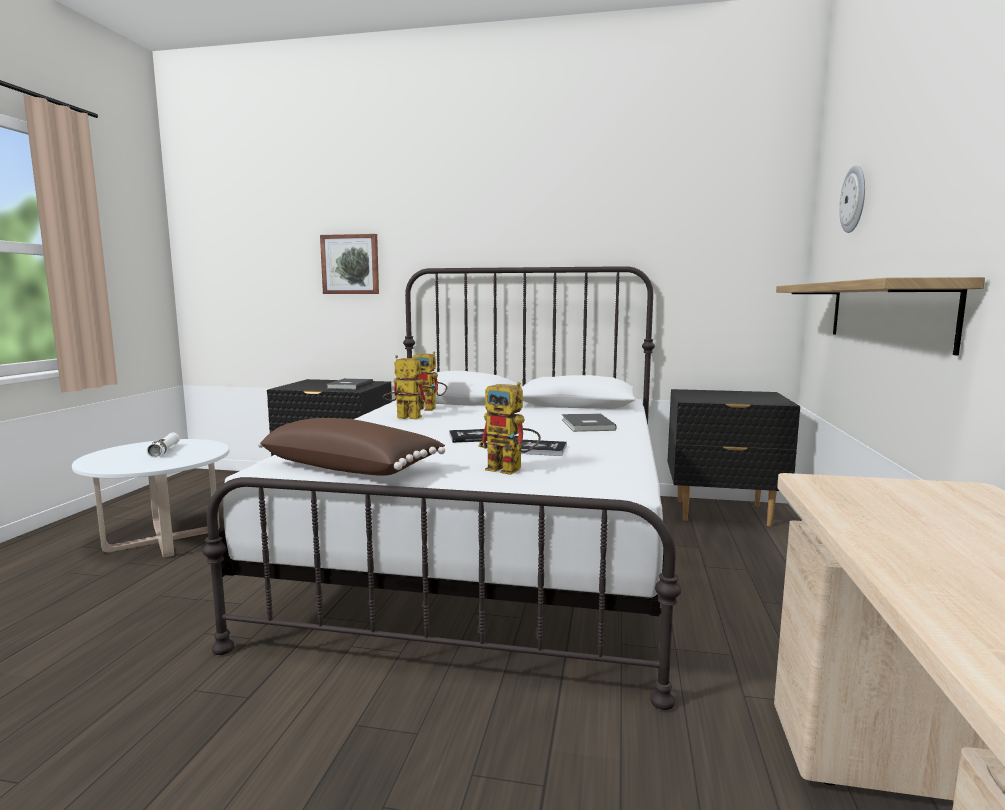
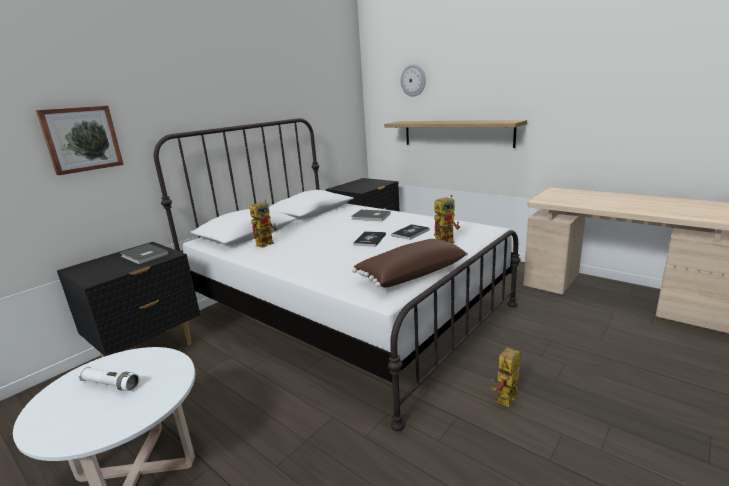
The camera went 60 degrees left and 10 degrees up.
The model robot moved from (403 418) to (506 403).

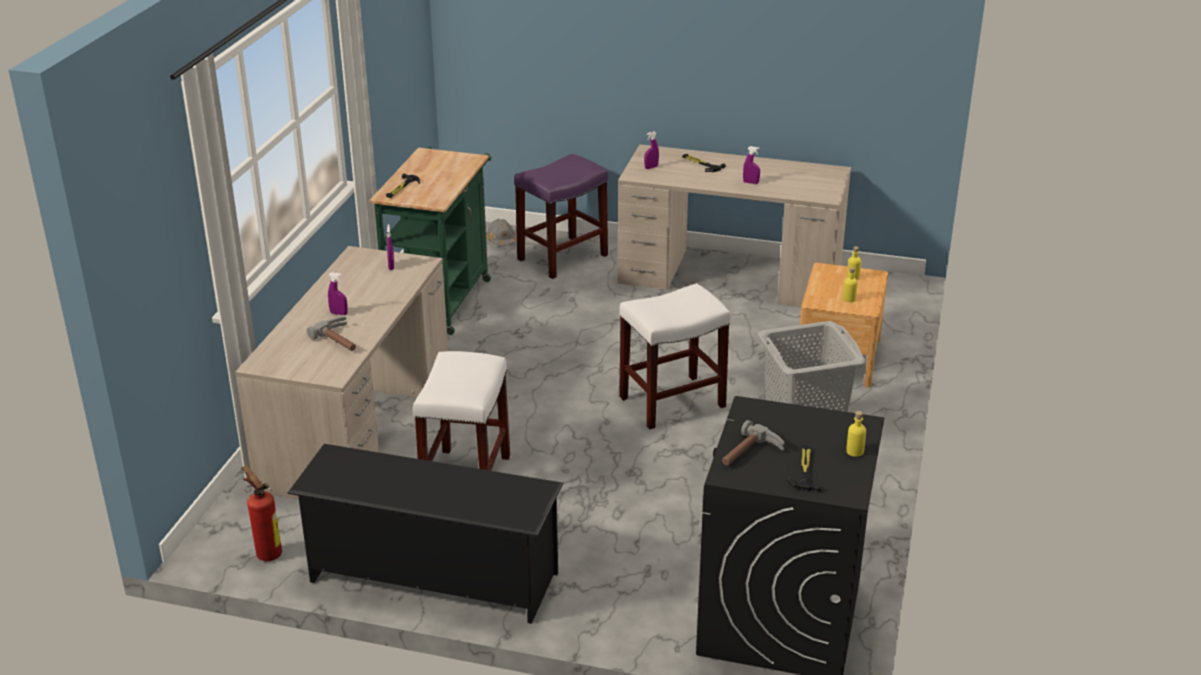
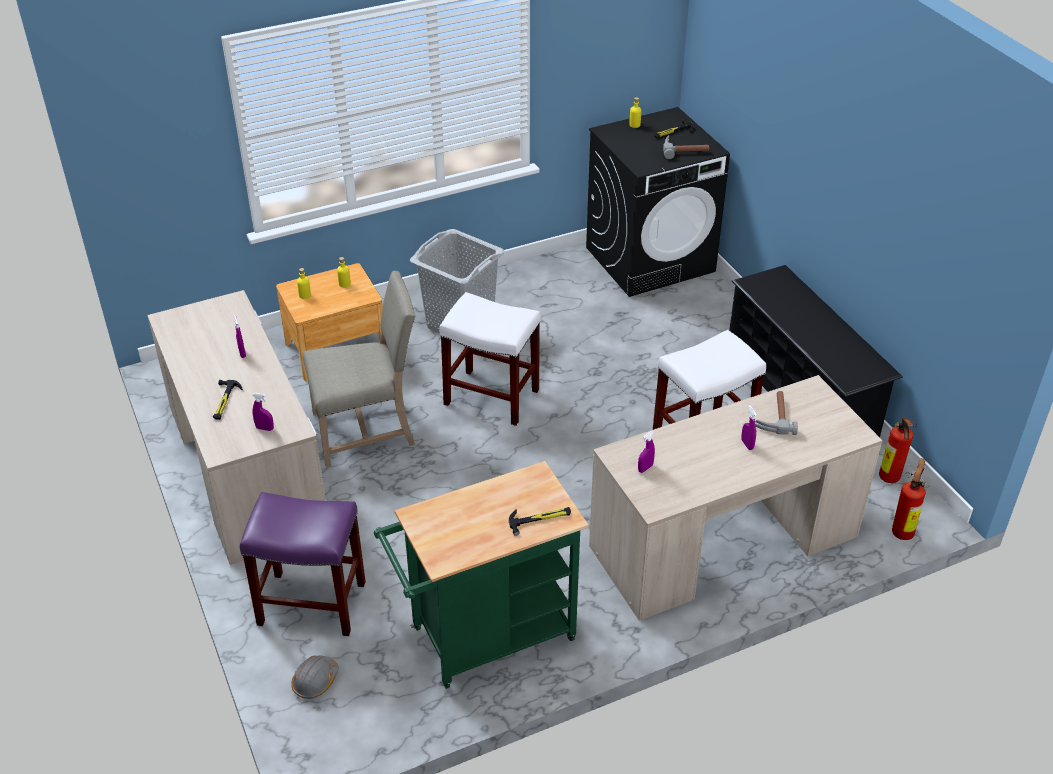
The camera went 130 degrees left and 10 degrees up.
The plain chair (beige-coloured) at (367 430) appeared.
The extinguisher at (903 531) appeared.

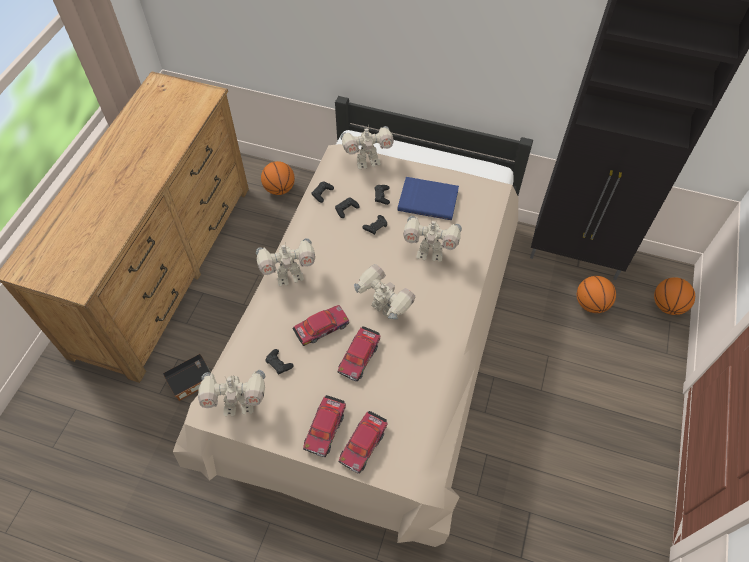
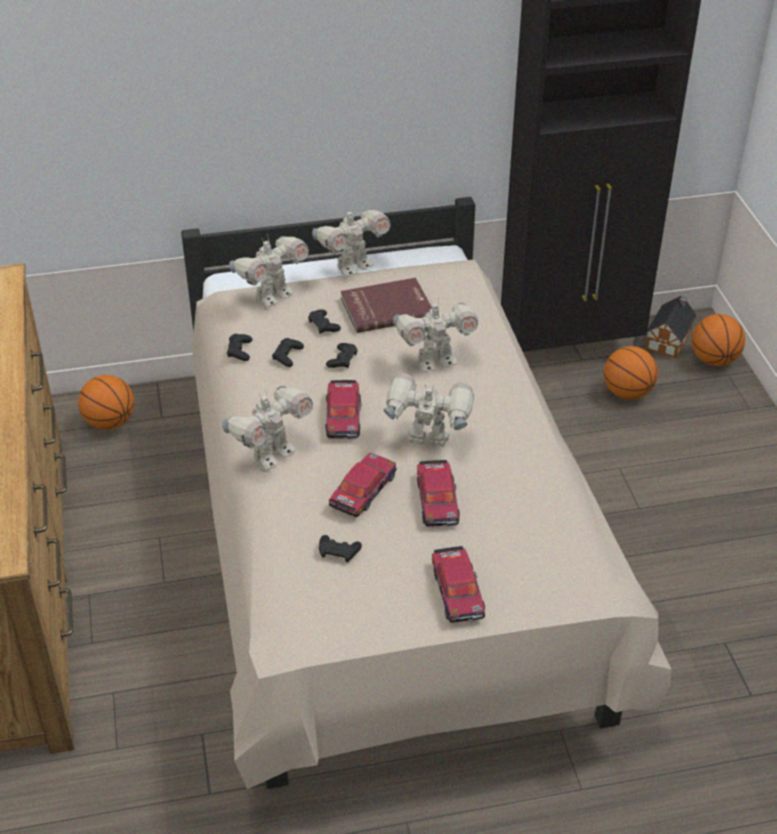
The camera went 30 degrees left and 15 degrees down.
The miniature house moved from (193 381) to (669 339).
The model robot moved from (239 405) to (352 267).
The model car moved from (363 444) to (343 416).
The book (blue-coloured) at (428 199) became the book (red-coloured) at (386 307).

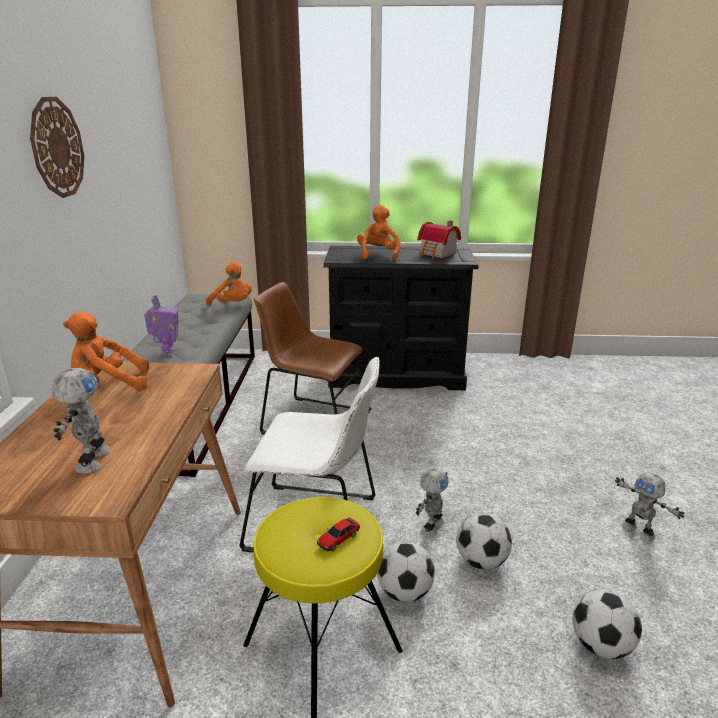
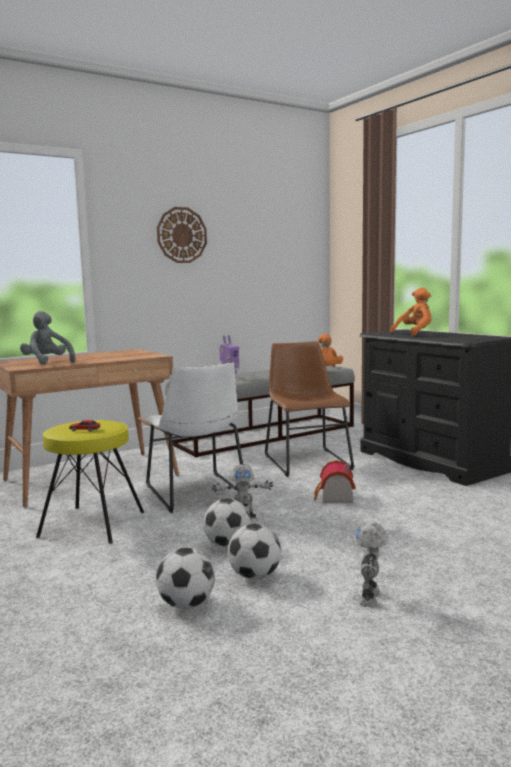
The camera went 55 degrees right and 15 degrees down.
The model robot at (91 460) was replaced by the cuddly toy (grey) at (47 363).
The cuddly toy (orange) at (109 386) disappeared.
The football ball moved from (404 592) to (255 576).
The miniature house moved from (437 254) to (334 497).

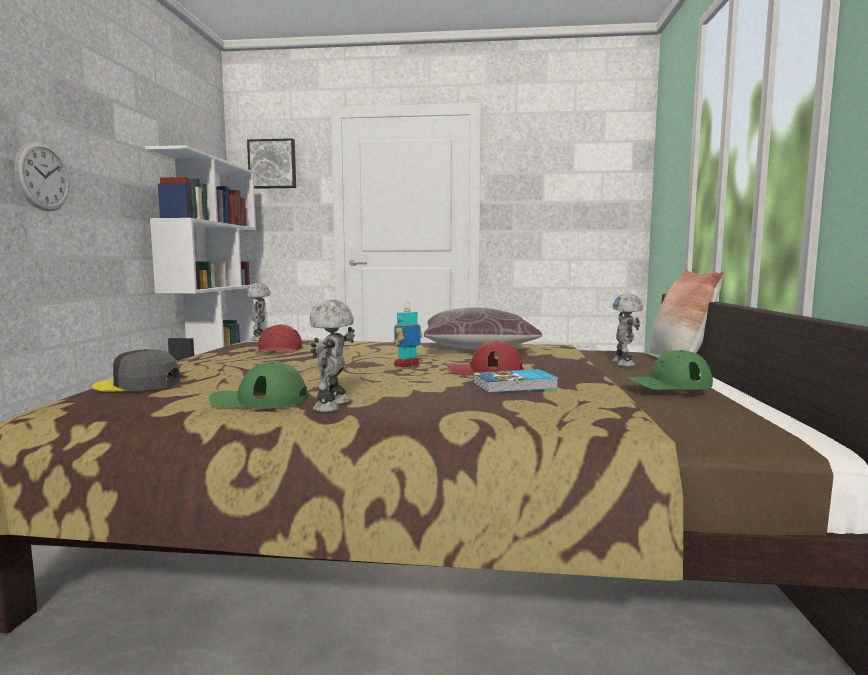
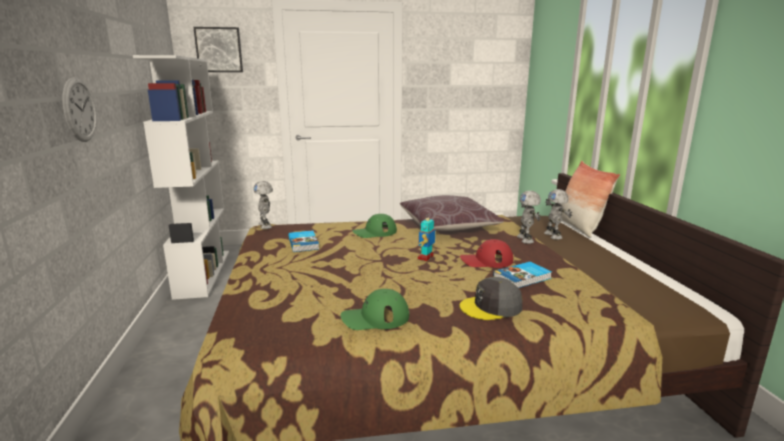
The camera went 15 degrees left and 10 degrees up.
The cap (grey) moved from (138 384) to (491 307).
The cap (red-coloured) at (278 350) was replaced by the book at (304 243).
The model robot moved from (334 406) to (526 239).
The cap (green-coloured) moved from (668 384) to (374 232).

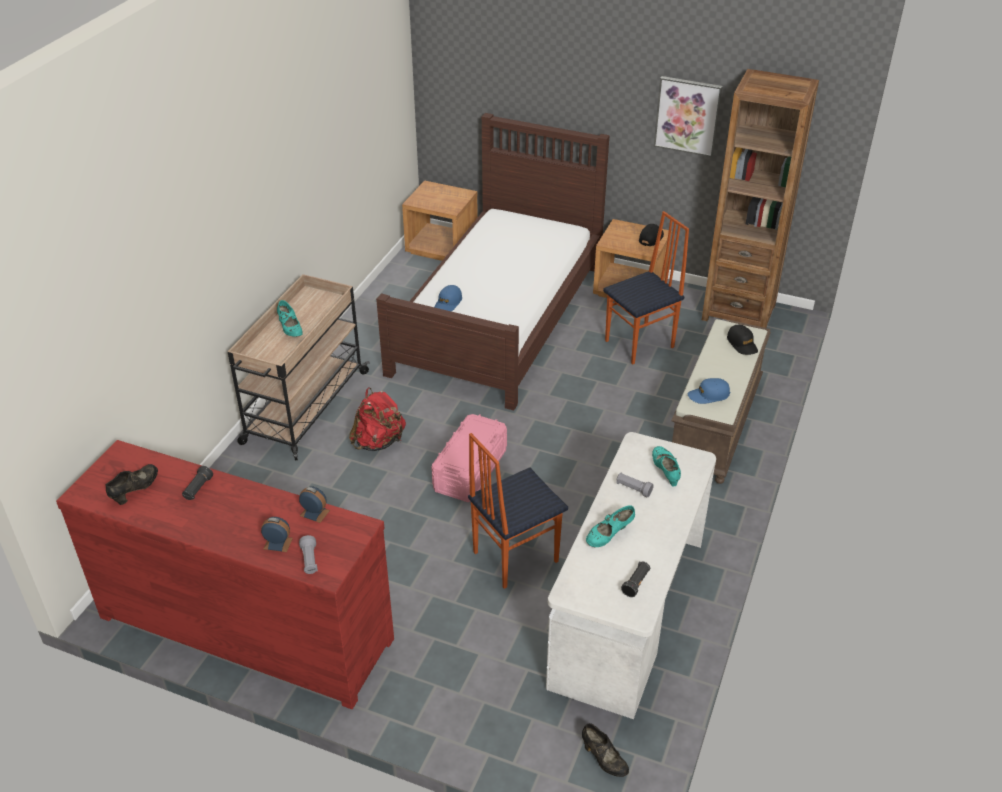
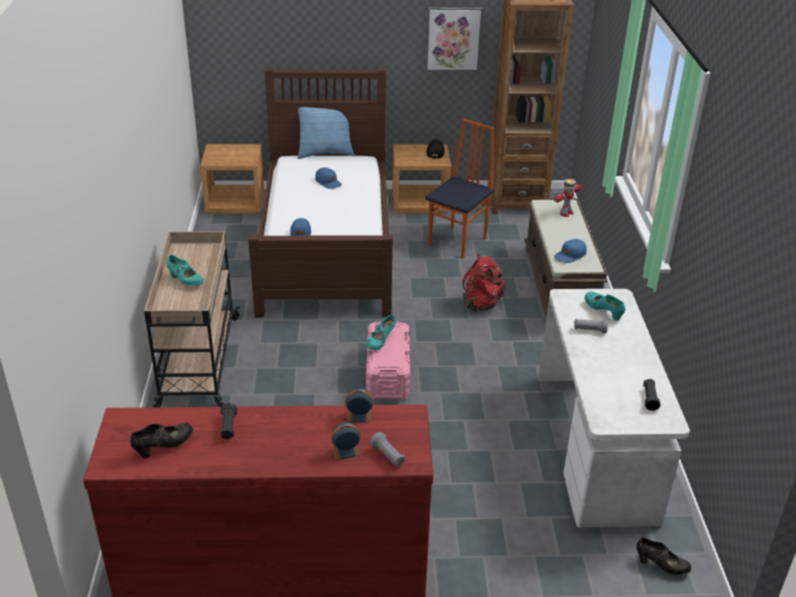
The camera went 25 degrees left and 5 degrees down.
The low shoe (blackish) at (135 490) turned 45 degrees clockwise.
The rucksack (red-coloured) moved from (378 442) to (481 304).
The plain chair at (514 556) disappeared.
The low shoe (turquoise) moved from (609 536) to (381 342).
The cap (blackish) at (742 344) was replaced by the model robot at (565 213).
The throw pillow at (325 153) appeared.
The cap (blue-coloured) at (328 182) appeared.

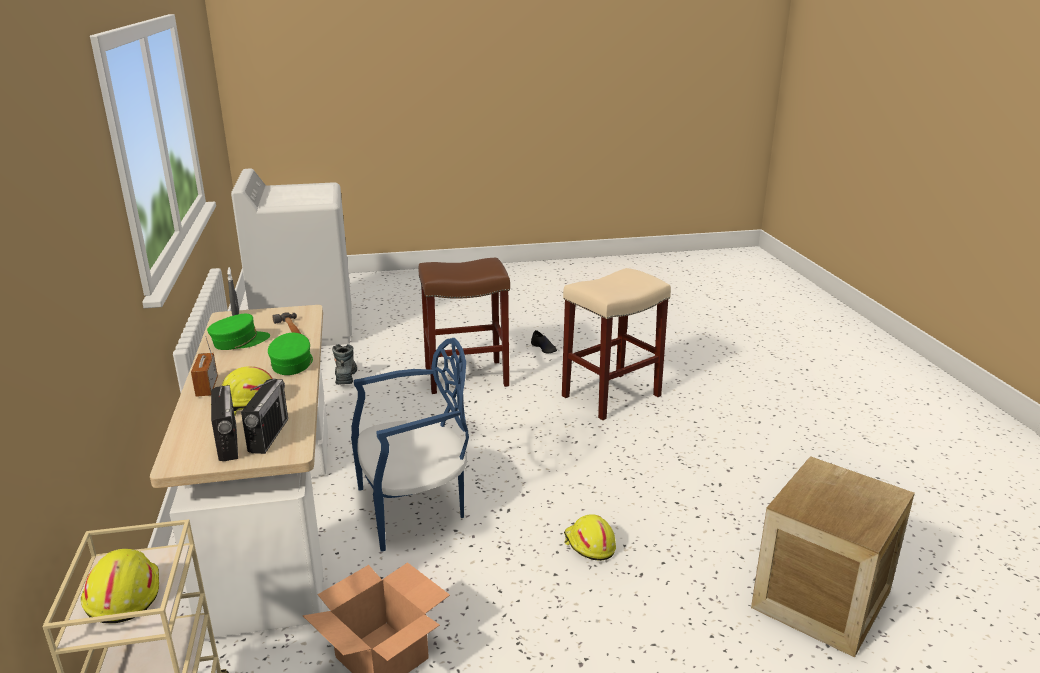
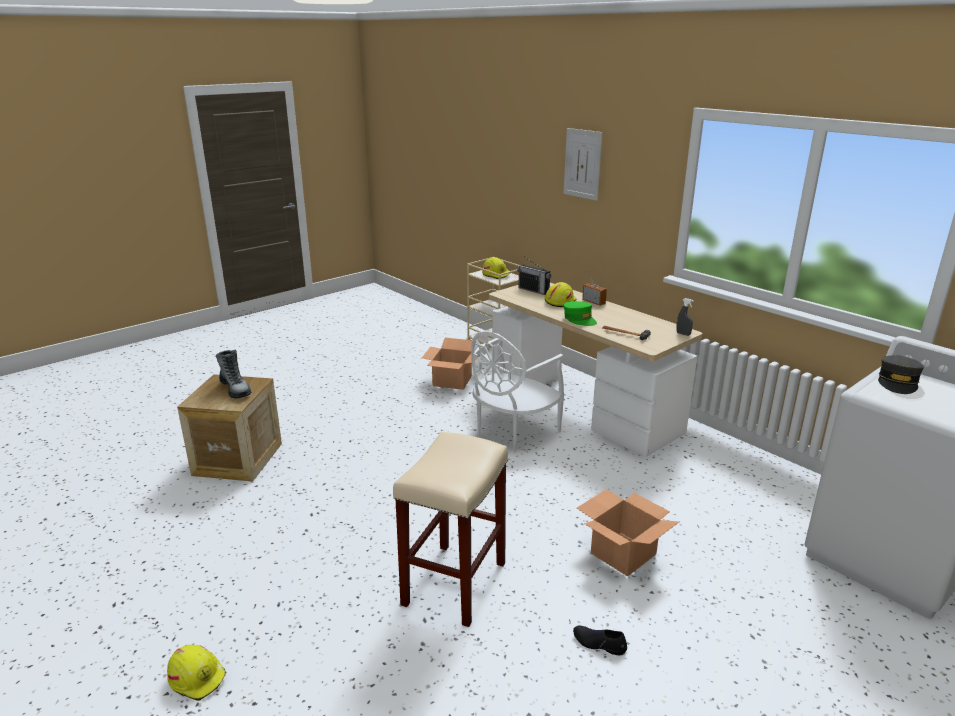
The camera went 150 degrees right and 0 degrees up.
The cap (green-coloured) at (239 341) disappeared.
The radio at (268 435) disappeared.
The boot moved from (345 376) to (235 389).
The plain chair (blue-coloured) at (414 508) became the plain chair (whitish) at (512 432).
The sitting stool (brownish) at (467 376) was replaced by the carton at (623 554).
The work helmet (yellow-coloured) moved from (589 545) to (198 677).
The wall picture at (582 164) appeared.
The cap (grey) at (898 382) appeared.

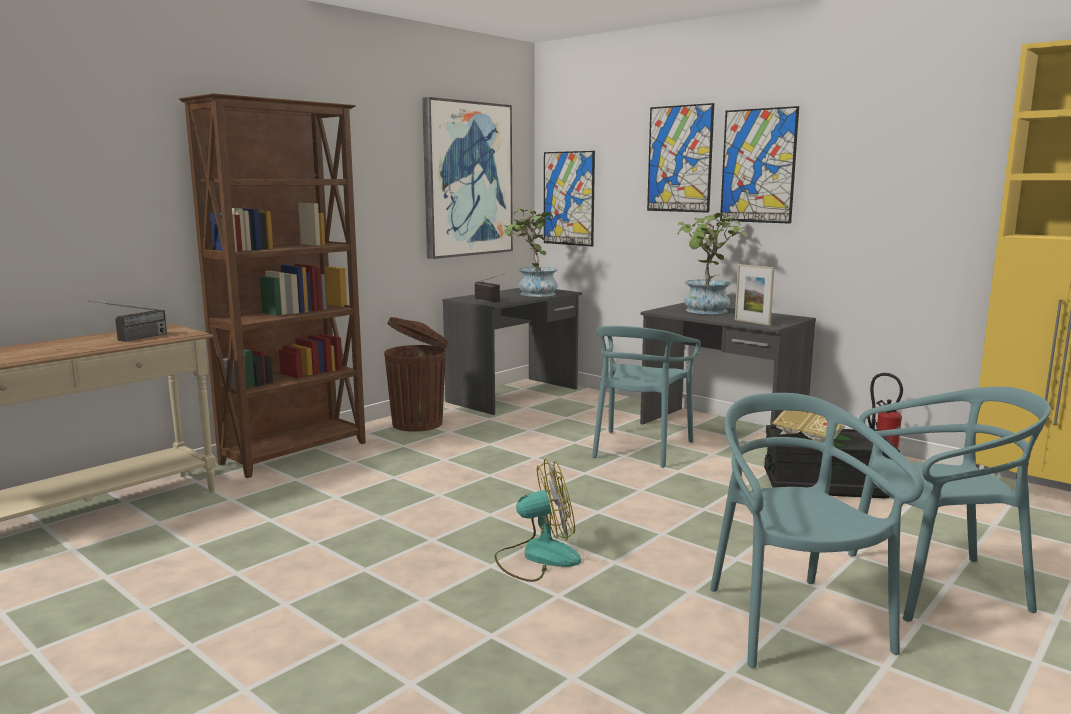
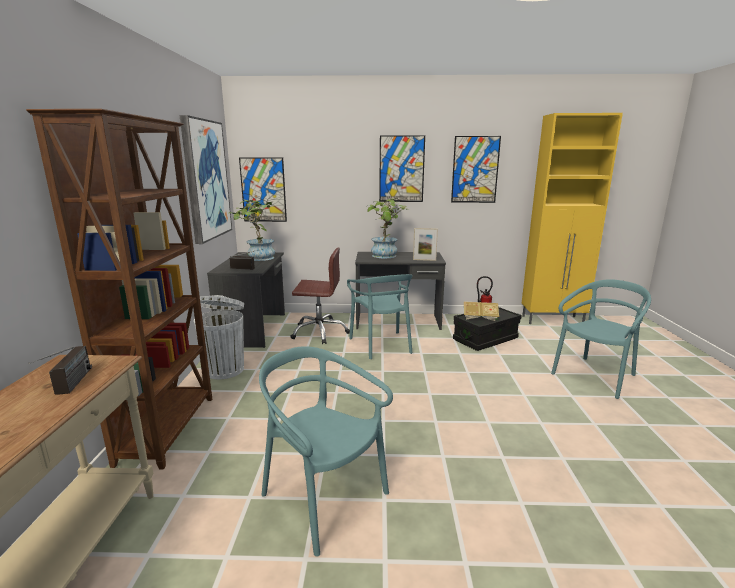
The camera went 40 degrees left and 5 degrees up.
The rubbish bin (brownish) at (419 423) became the rubbish bin (whitish) at (225 369).
The cooling fan at (537 557) disappeared.
The wall picture moved from (679 159) to (475 169).
The plain chair (turquoise) moved from (792 622) to (323 498).
The desk chair (brownish) at (319 332) appeared.

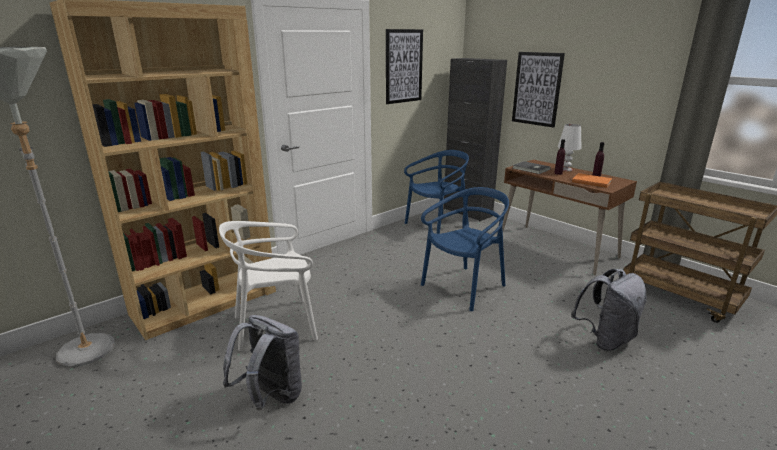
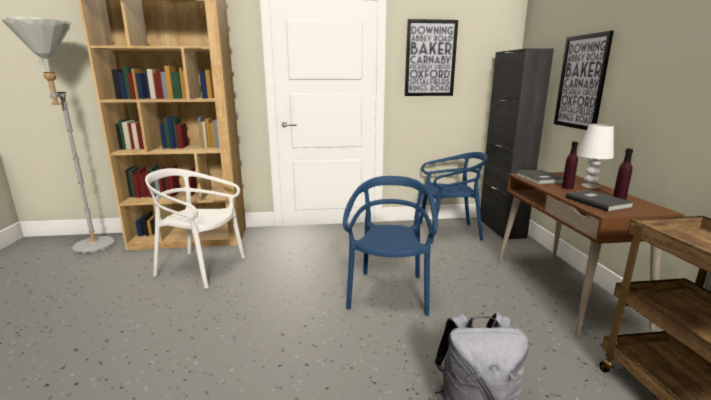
The camera went 35 degrees right and 5 degrees down.
The rucksack (grey) at (271 397) disappeared.
The plain chair (blue-coloured) at (464 287) turned 75 degrees counterclockwise.
The book (orange) at (591 181) became the book (grey) at (598 202).

